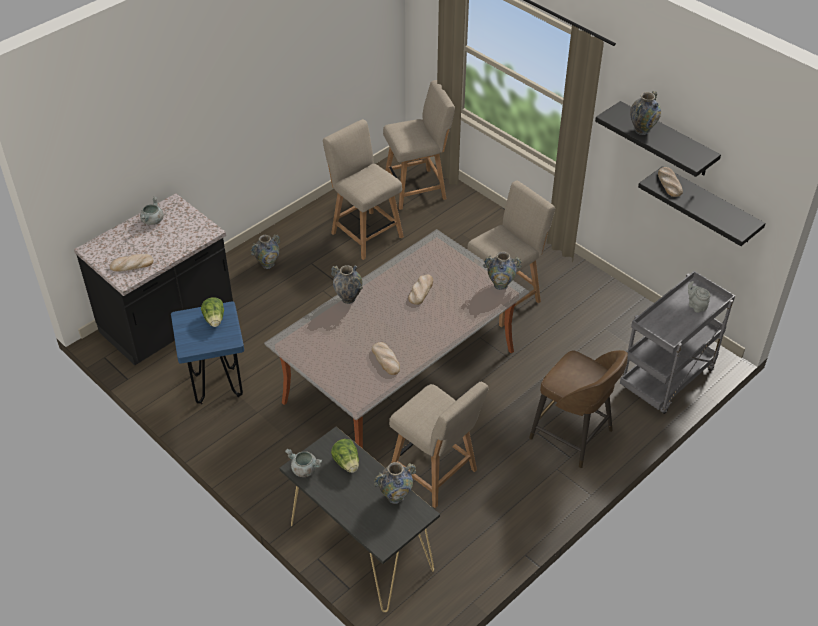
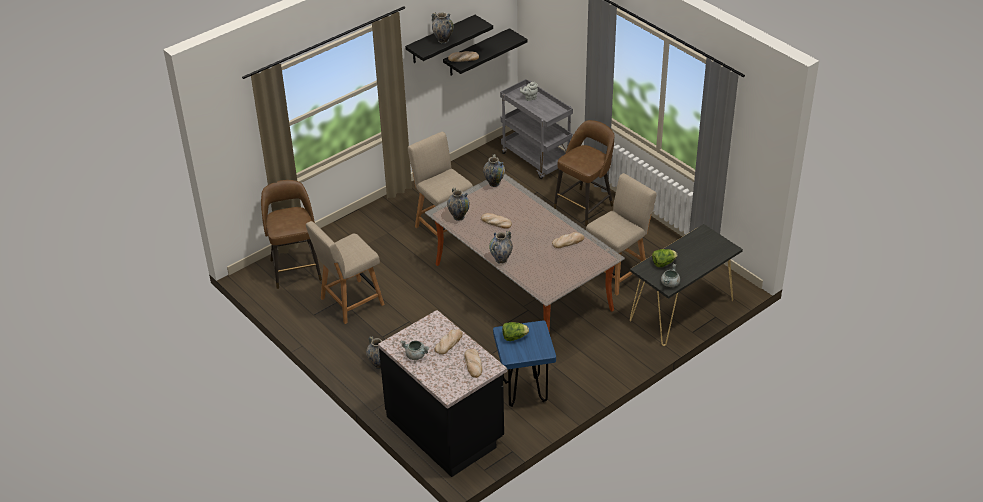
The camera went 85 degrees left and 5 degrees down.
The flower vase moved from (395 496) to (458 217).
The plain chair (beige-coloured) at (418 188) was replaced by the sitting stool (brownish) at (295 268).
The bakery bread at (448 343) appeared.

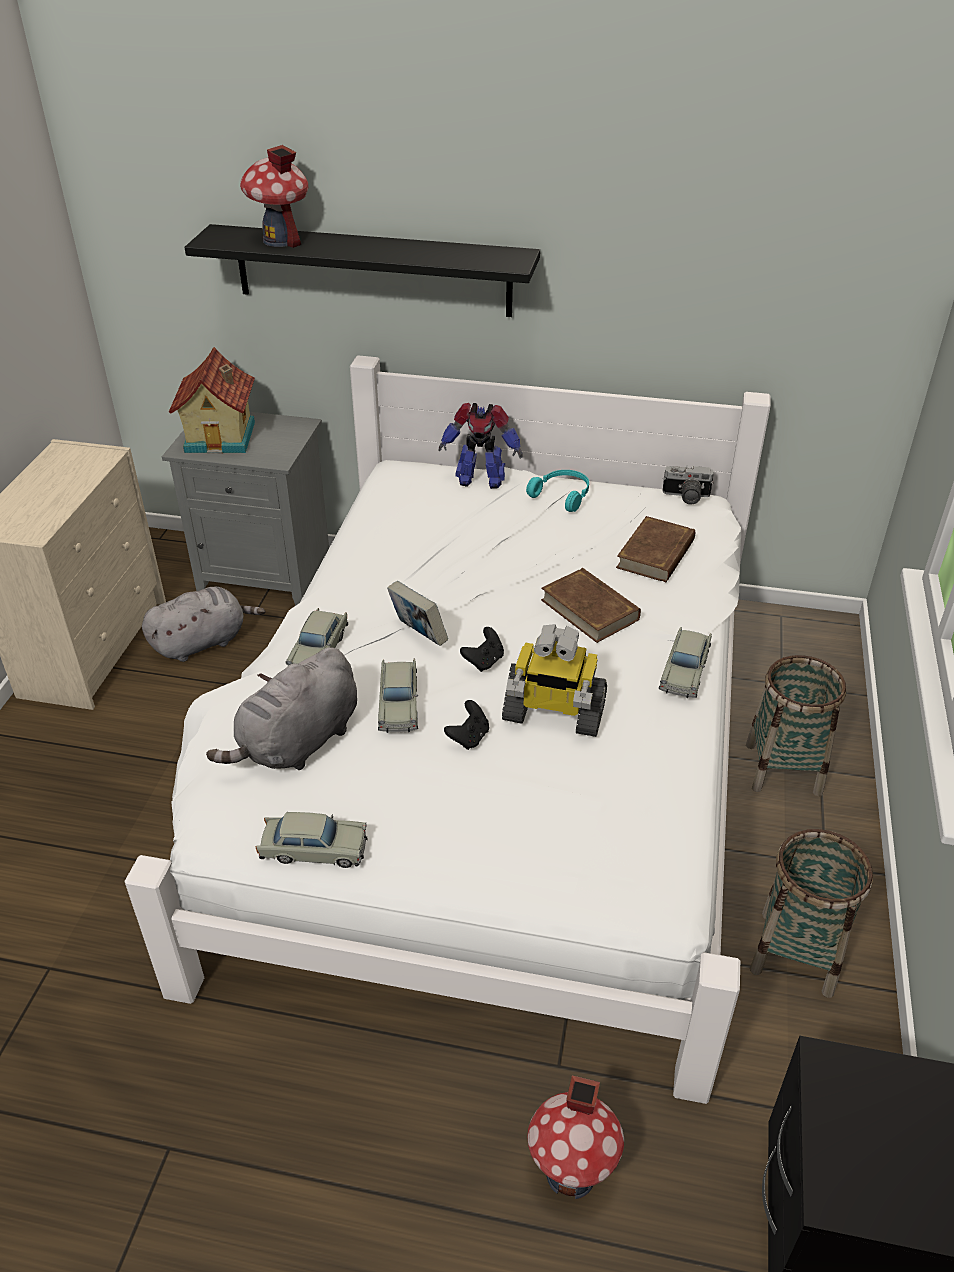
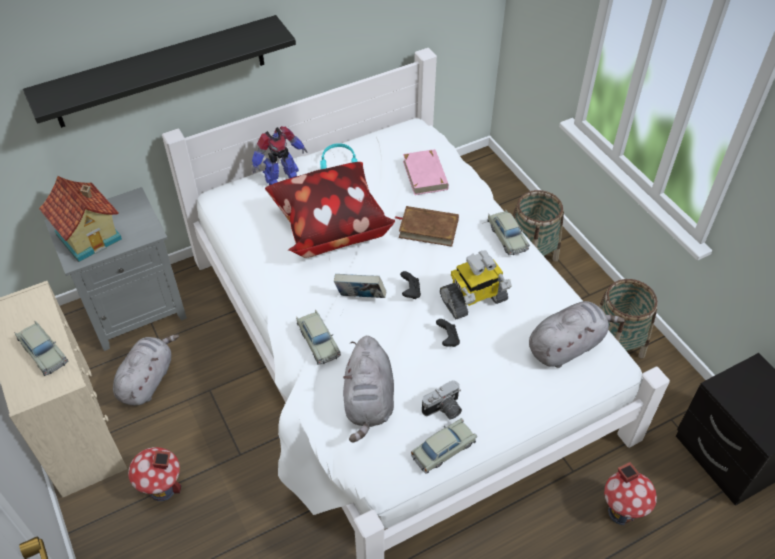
The camera went 40 degrees left and 10 degrees up.
The miniature house moved from (280 240) to (162 489).
The model car (beige-coloured) moved from (399 703) to (43 352).
The book (brownish) at (656 554) became the book (pink-coloured) at (425 175).
The still camera moved from (686 497) to (444 410).
The throw pillow at (329 227) appeared.
The cuddly toy (grey) at (567 346) appeared.

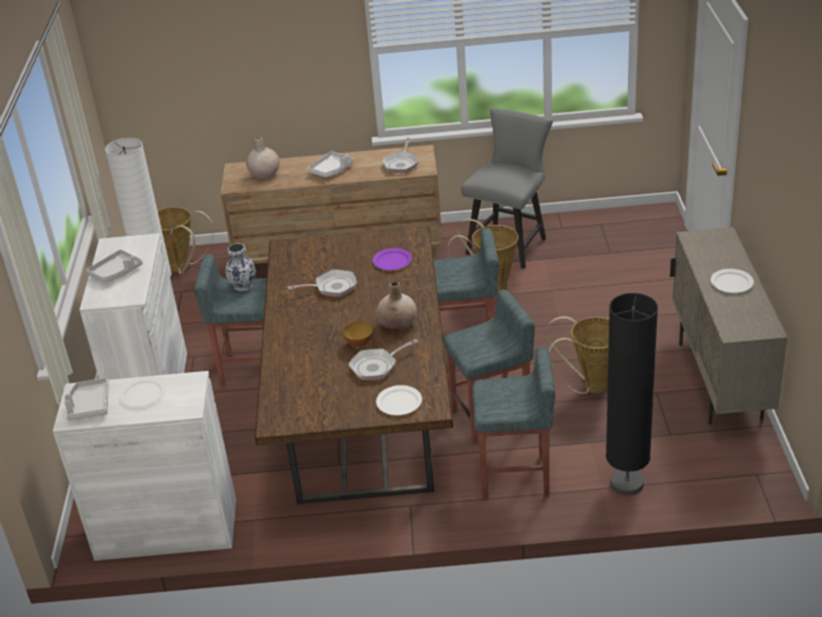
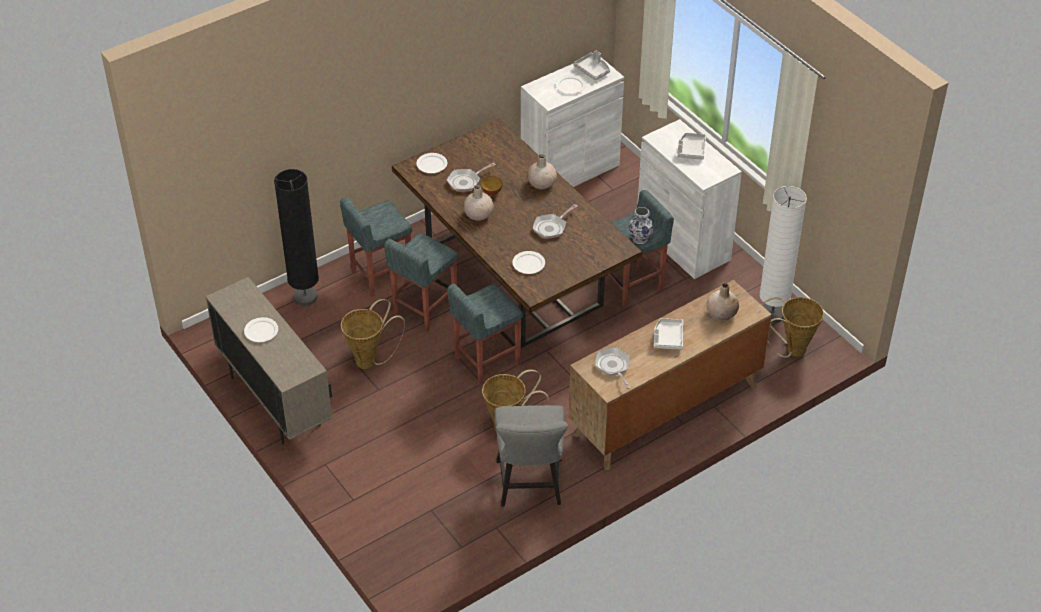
The camera went 145 degrees right and 10 degrees up.
The pan at (377 366) turned 150 degrees counterclockwise.
The flat dish (purplish) at (392 261) became the flat dish (whitish) at (529 264).
The flower vase (beige-coloured) at (541 183) appeared.

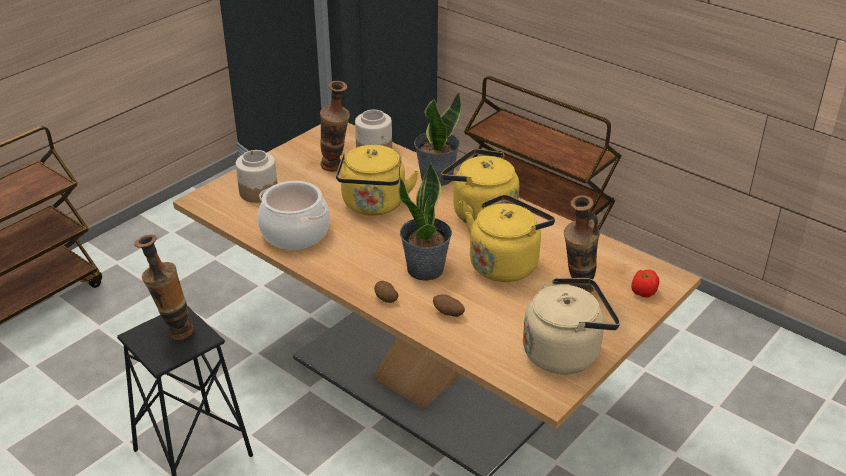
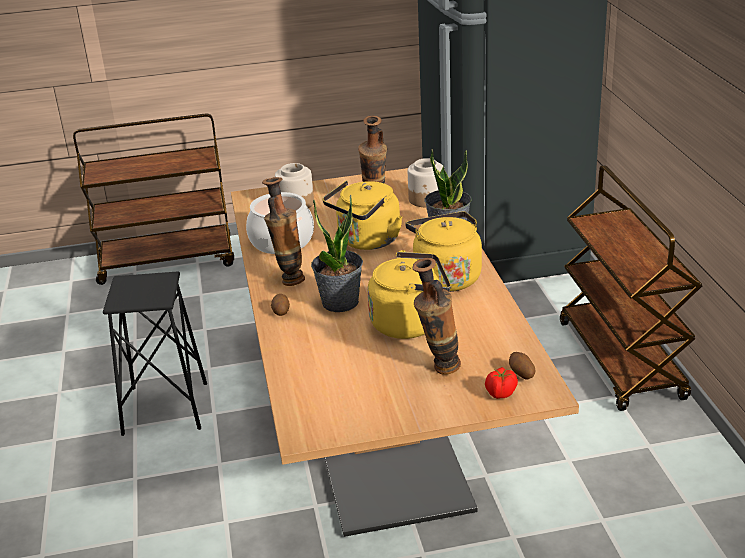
The camera went 40 degrees right and 5 degrees down.
The flower vase moved from (174 332) to (289 279).
The spud moved from (448 314) to (521 374).
The tea kettle (beige-coloured) at (565 352) disappeared.

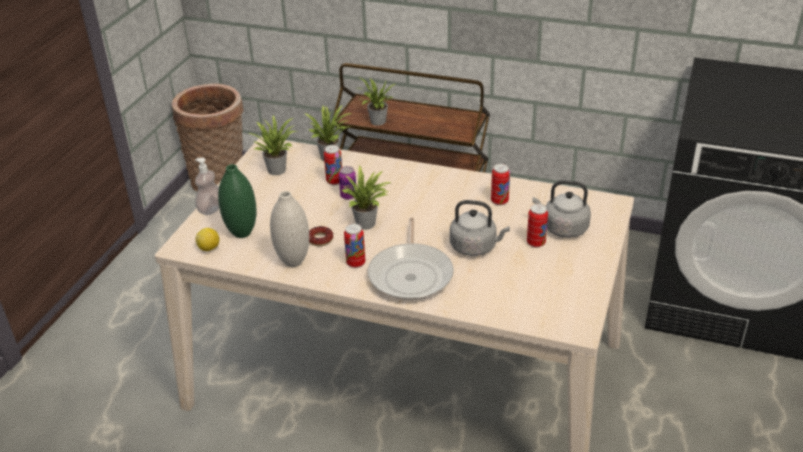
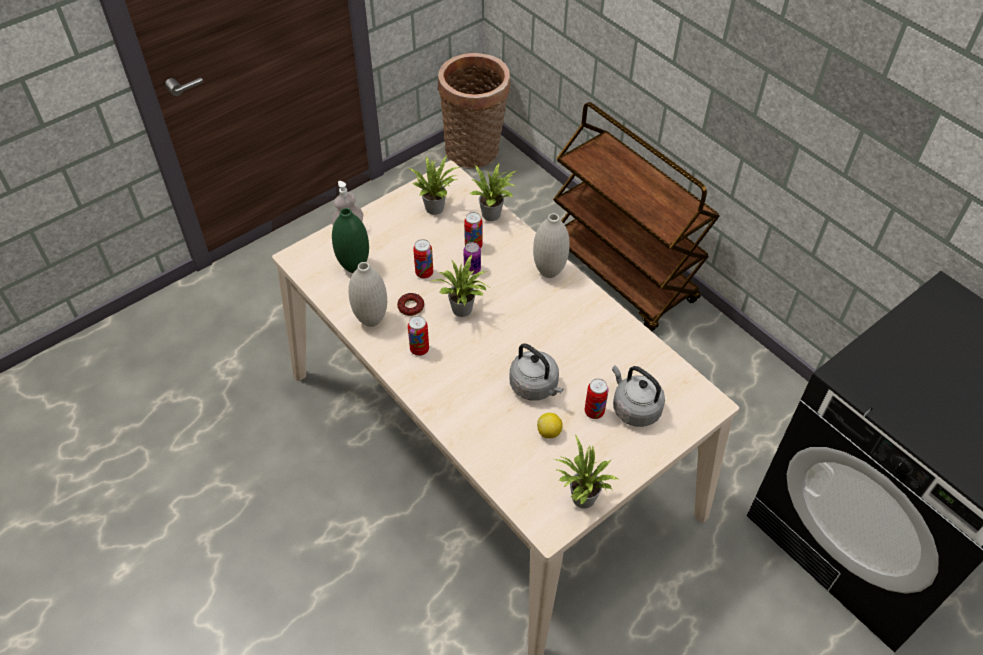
The camera went 30 degrees right and 15 degrees up.
The lemon moved from (209 248) to (549 432).
The plant in a pot moved from (377 122) to (580 499).
The pan at (411 274) disappeared.
The can moved from (499 201) to (424 273).
The flower vase (whitish) at (549 272) appeared.

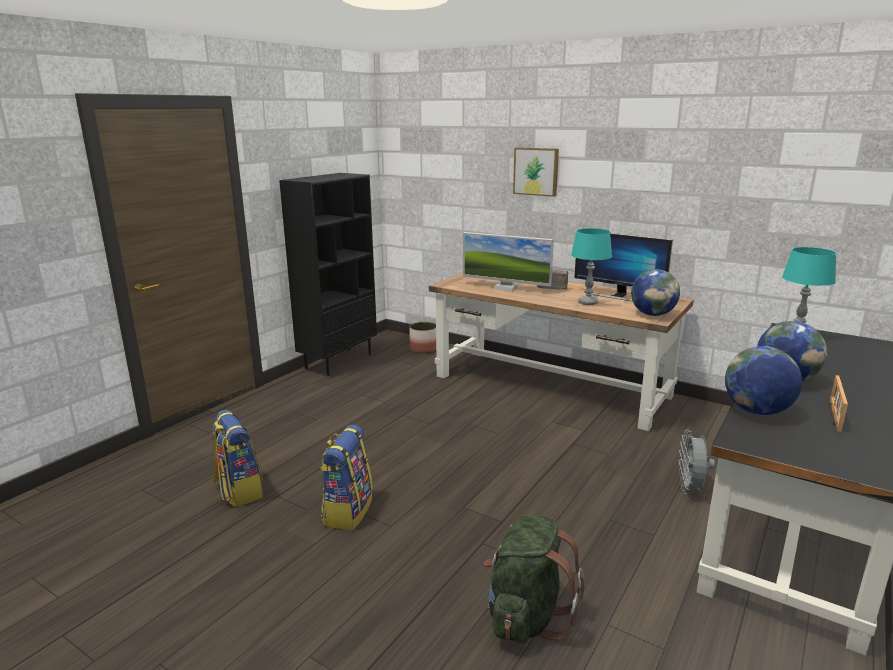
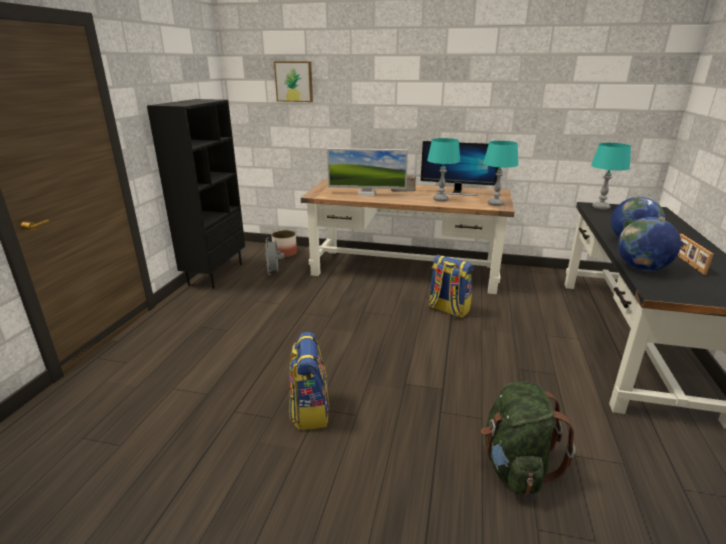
The camera went 20 degrees left and 5 degrees up.
The rucksack moved from (239 490) to (448 309).
The wall picture moved from (536 171) to (294 81).
The world globe at (652 314) was replaced by the tabletop lamp (turquoise) at (495 204).
The cooling fan (grey) moved from (690 489) to (274 273).

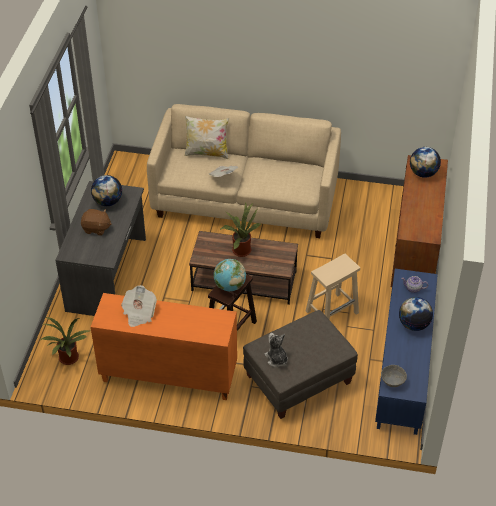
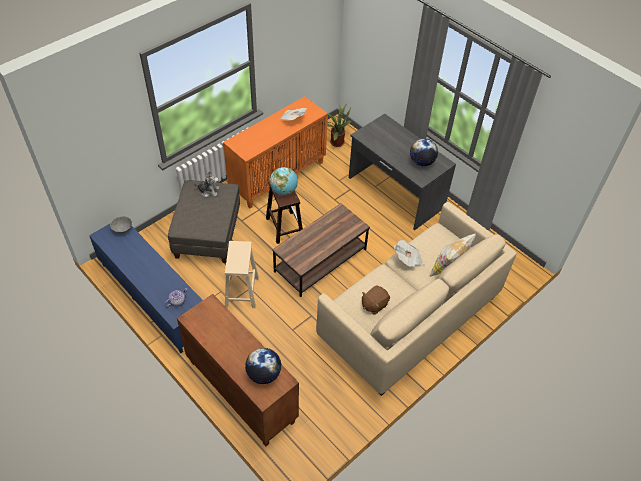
The camera went 125 degrees right and 5 degrees up.
The cuddly toy (brownish) moved from (96 228) to (374 304).
The plant in a pot at (240 249) disappeared.
The world globe at (414 324) disappeared.

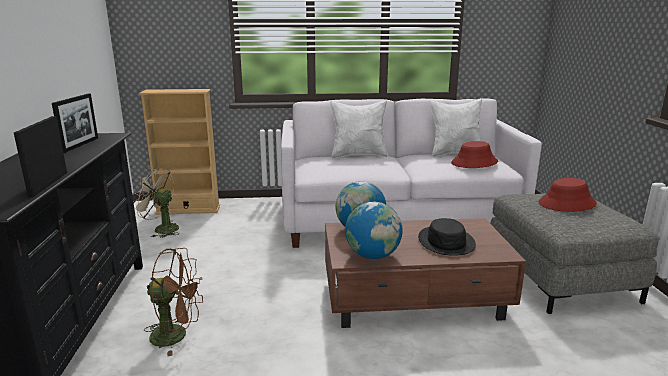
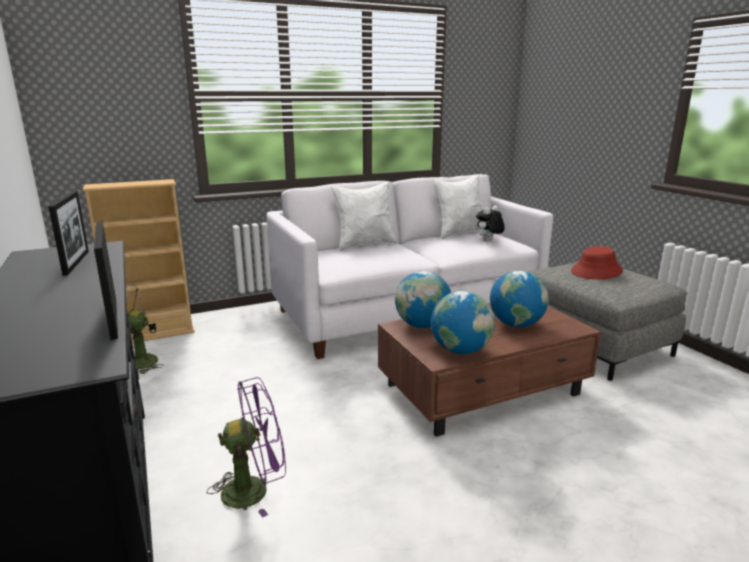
The camera went 20 degrees left and 0 degrees up.
The cooling fan (brownish) at (177 335) became the cooling fan (purplish) at (255 489).
The wearable hat (blackish) at (446 242) was replaced by the world globe at (516 324).
The wearable hat (red-coloured) at (474 163) was replaced by the cuddly toy at (488 241).

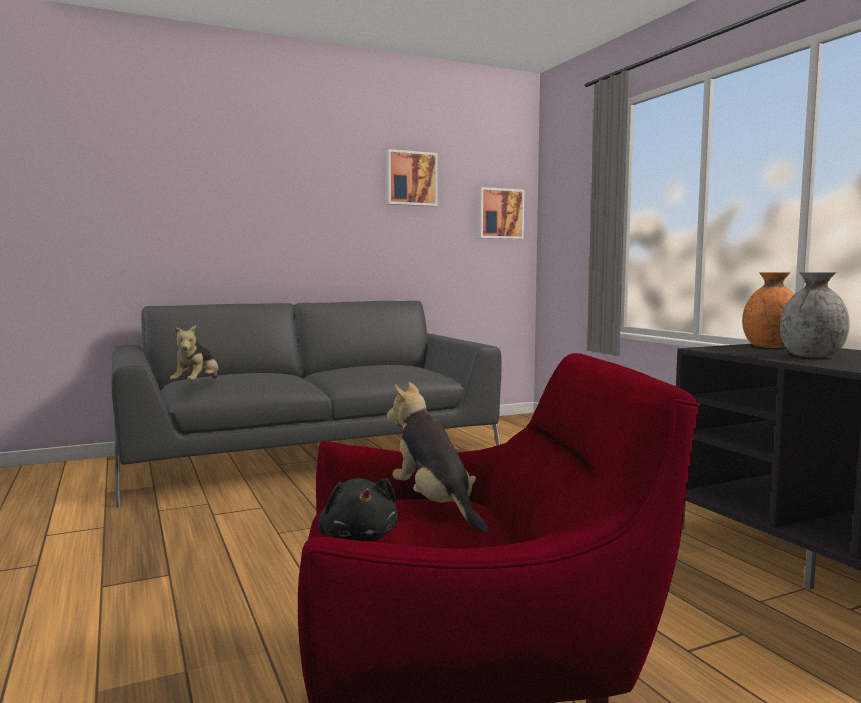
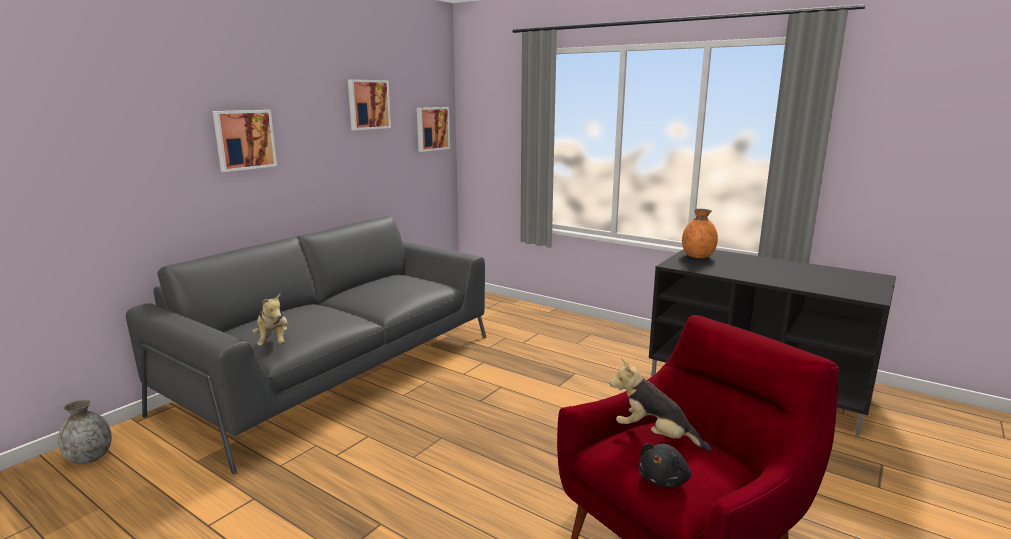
The camera went 30 degrees left and 10 degrees up.
The cuddly toy (blackish) at (358 539) turned 90 degrees clockwise.
The flower vase (grey) moved from (812 356) to (90 458).
The wall picture at (244 139) appeared.

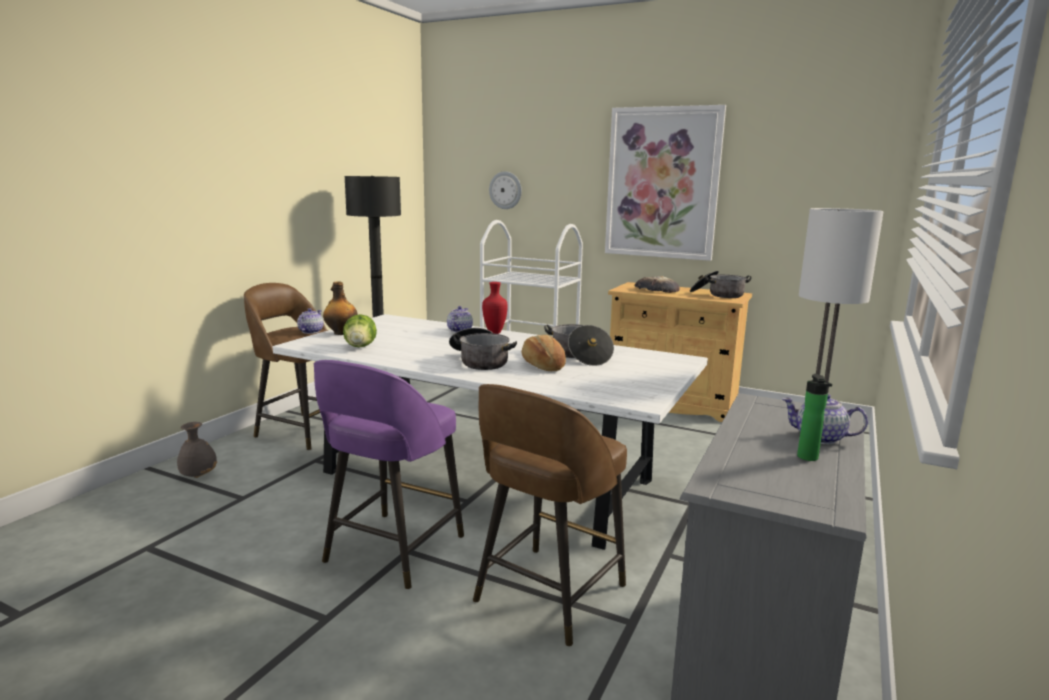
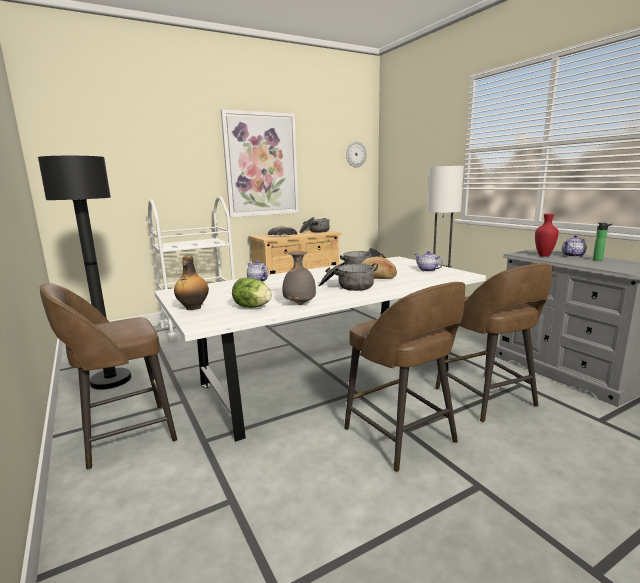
The camera went 55 degrees left and 0 degrees up.
The flower vase (grey) moved from (198 476) to (299 304).
The teapot moved from (310 331) to (427 270).
The sitting stool (purplish) at (392 551) became the sitting stool (brownish) at (401 437).
The flower vase (red-coloured) moved from (495 332) to (543 255).
The clock on the wall moved from (505 190) to (355 154).

